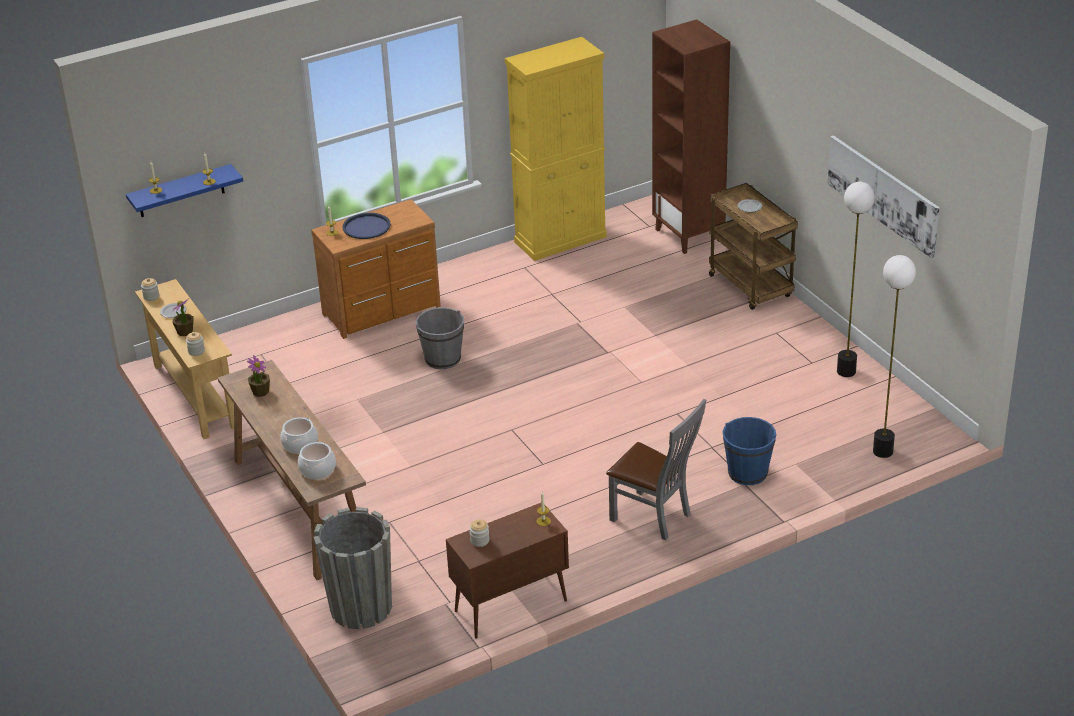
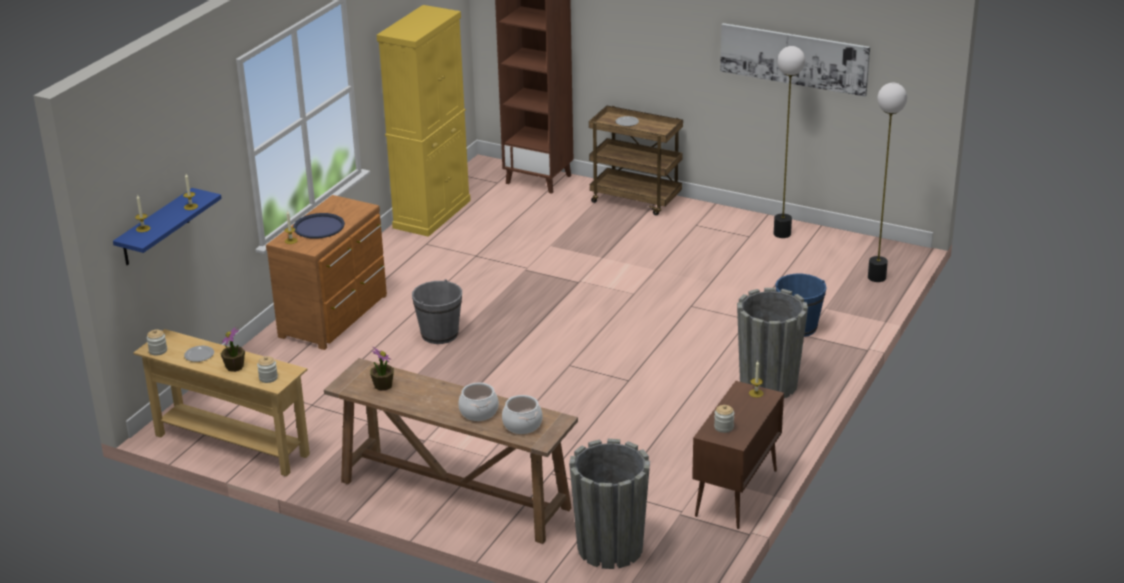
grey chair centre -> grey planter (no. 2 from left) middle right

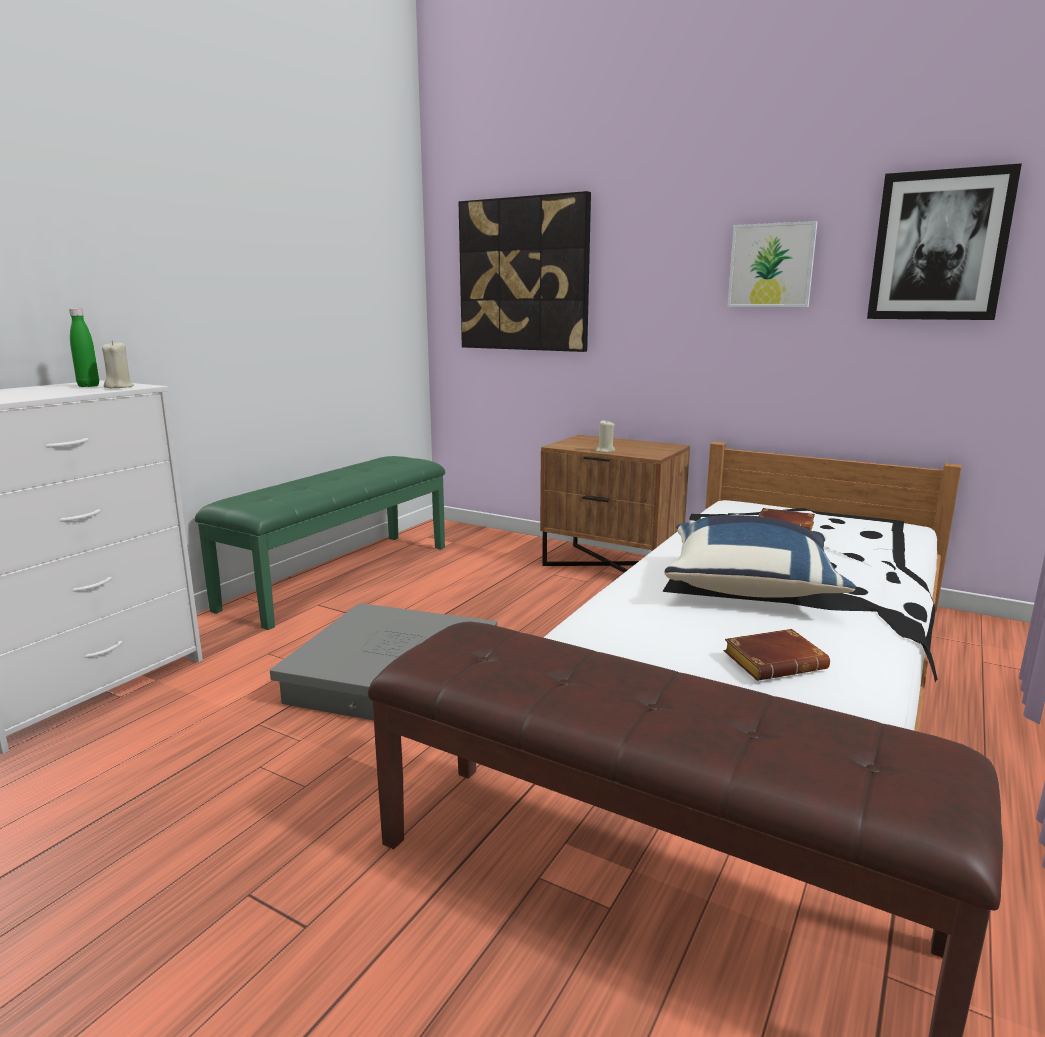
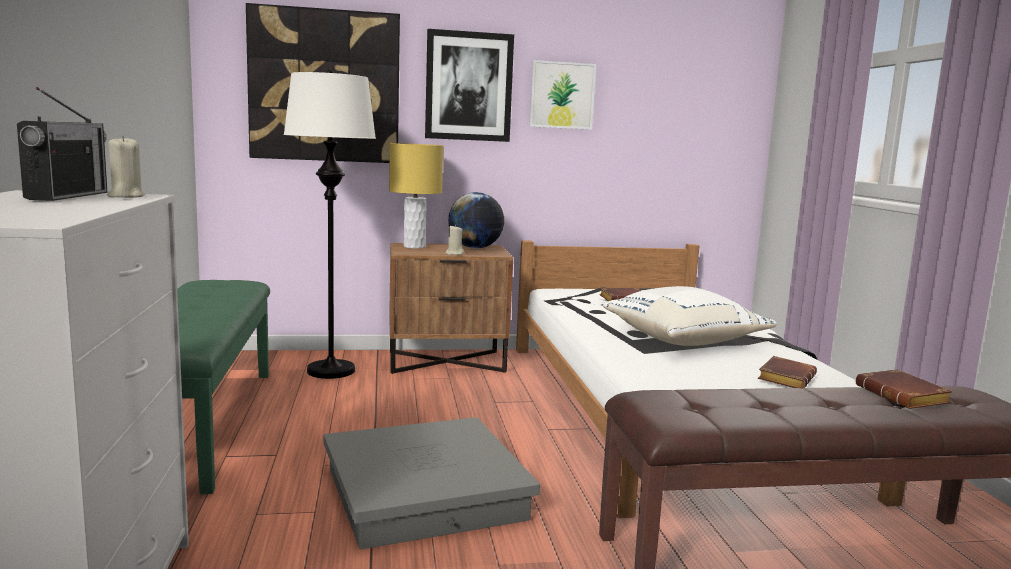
green bottle middle left -> radio top left
none -> white floor lamp middle left
none -> yellow table lamp centre
picture (no. 3 from left in the first image) top right -> picture (no. 2 from left) top centre, relocated
none -> globe centre
blue pillow middle right -> white pillow middle right
none -> brown book (no. 3 from left) bottom right

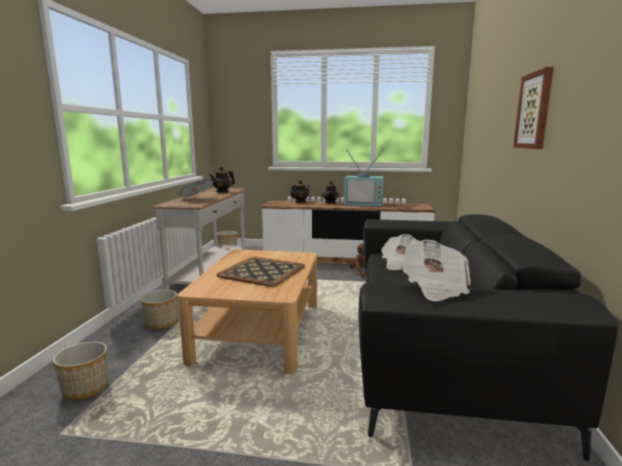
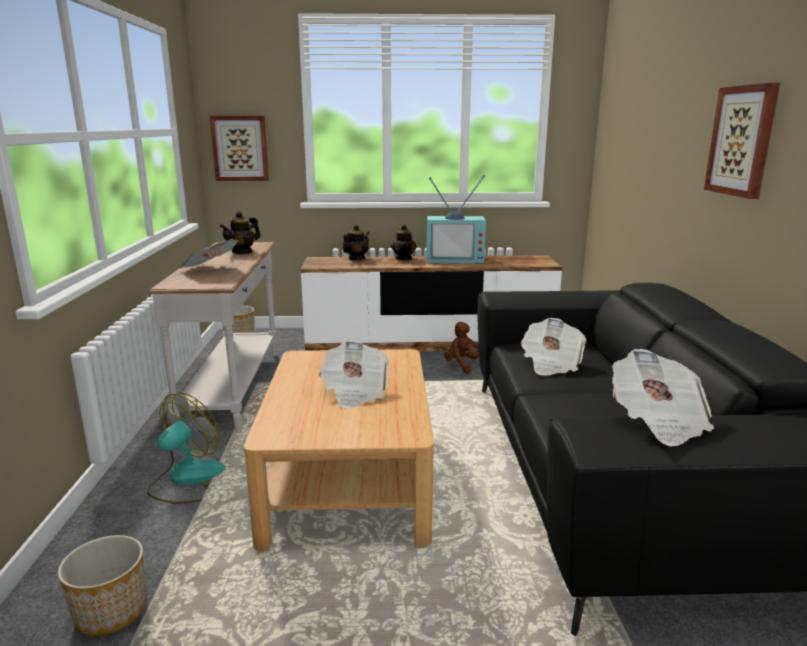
planter (no. 2 from left) middle left -> fan bottom left
none -> picture (no. 1 from left) top left
tray centre -> newspaper (no. 2 from left) centre

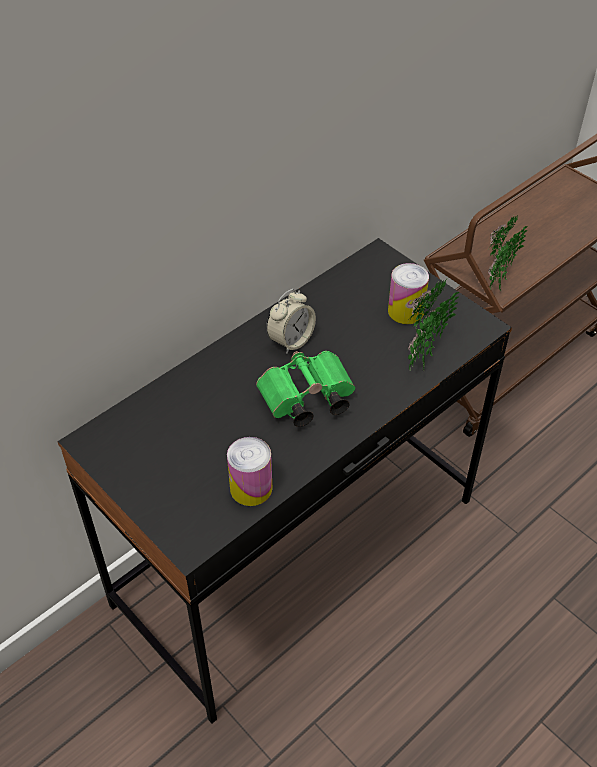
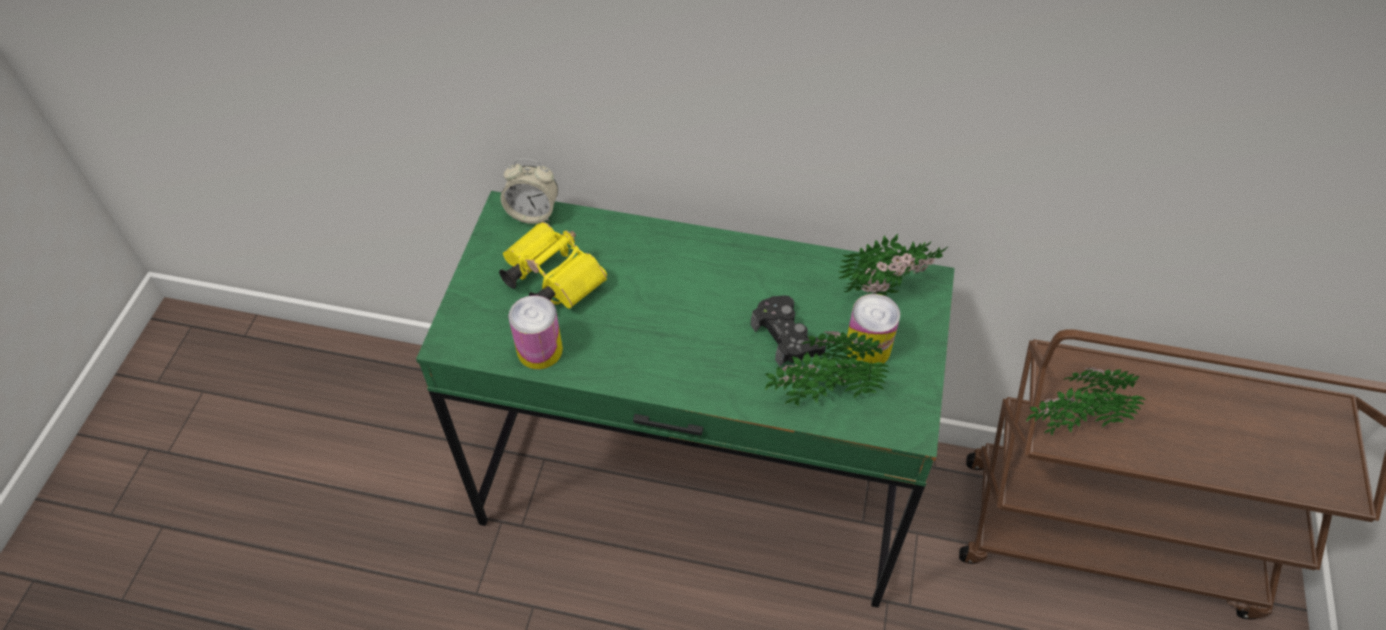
black desk centre -> green desk centre
none -> yellow binoculars centre
alarm clock centre -> alarm clock top centre, relocated
none -> black game controller centre
none -> potted plant (no. 2 from left) centre
green binoculars centre -> none

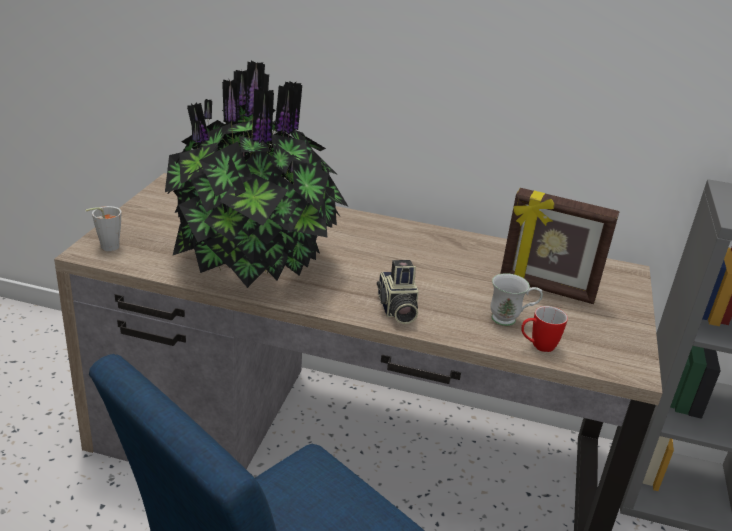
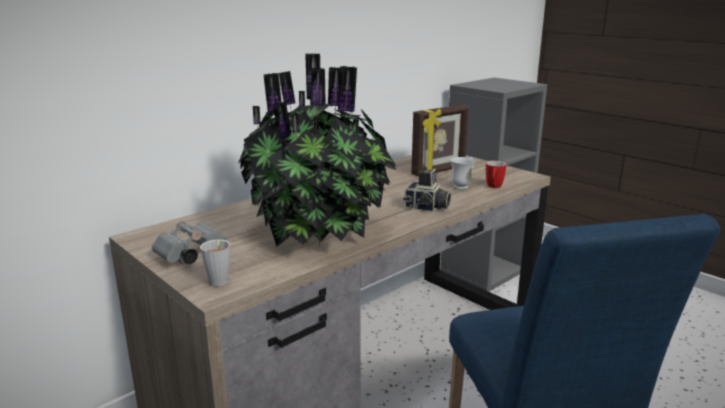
none -> grey binoculars middle left

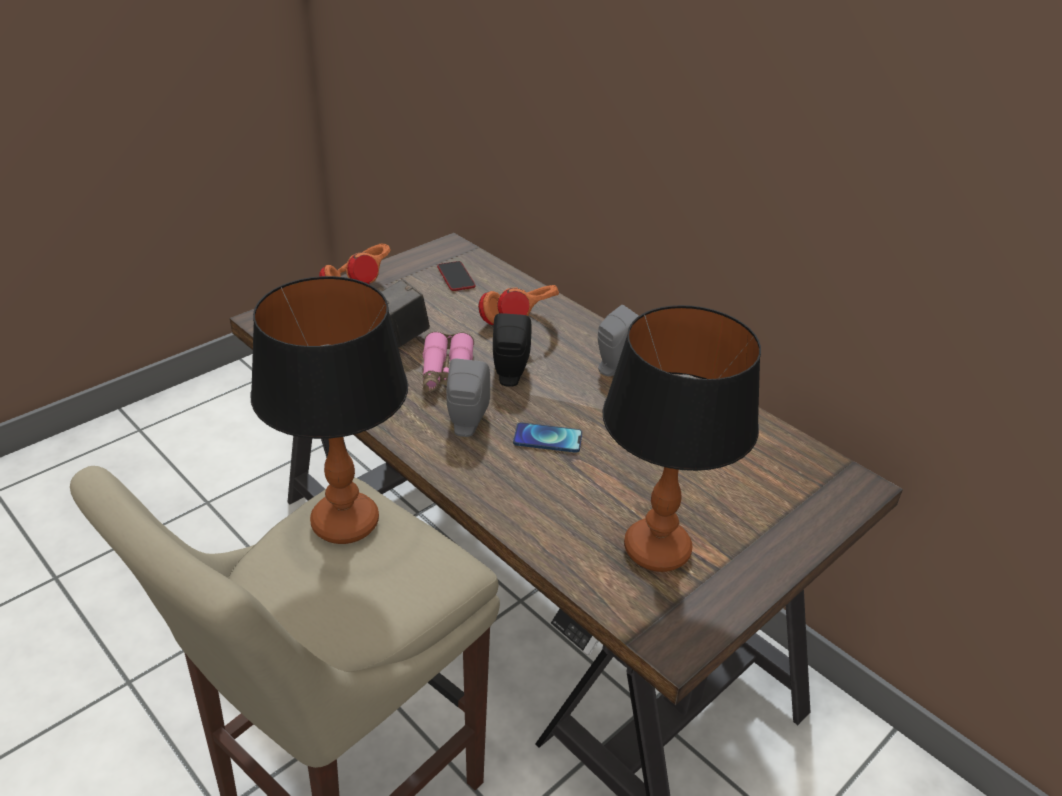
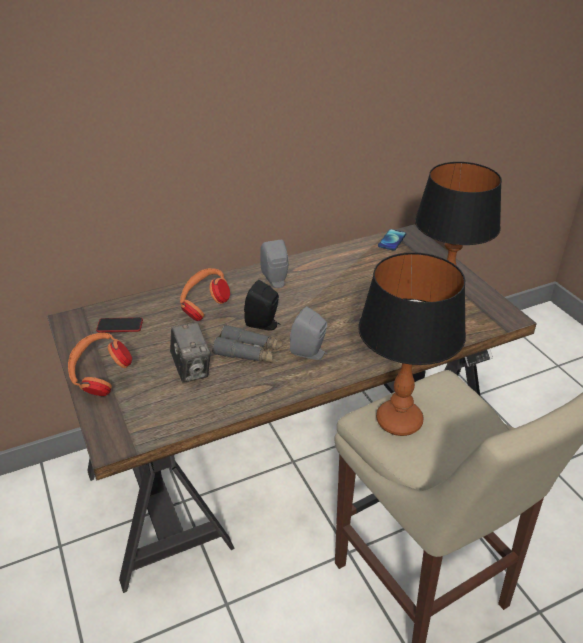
pink binoculars centre -> grey binoculars centre
phone (no. 2 from left) centre -> phone (no. 2 from left) middle right, relocated

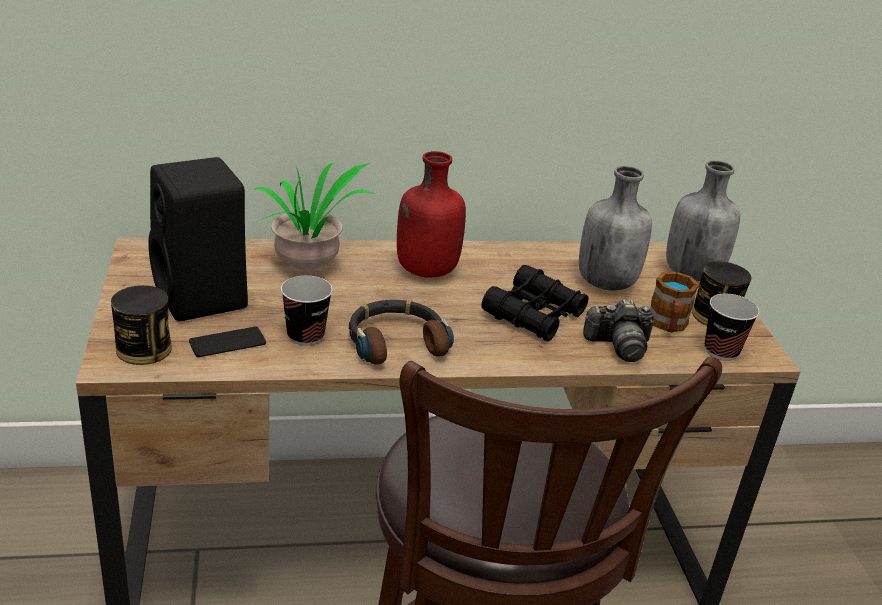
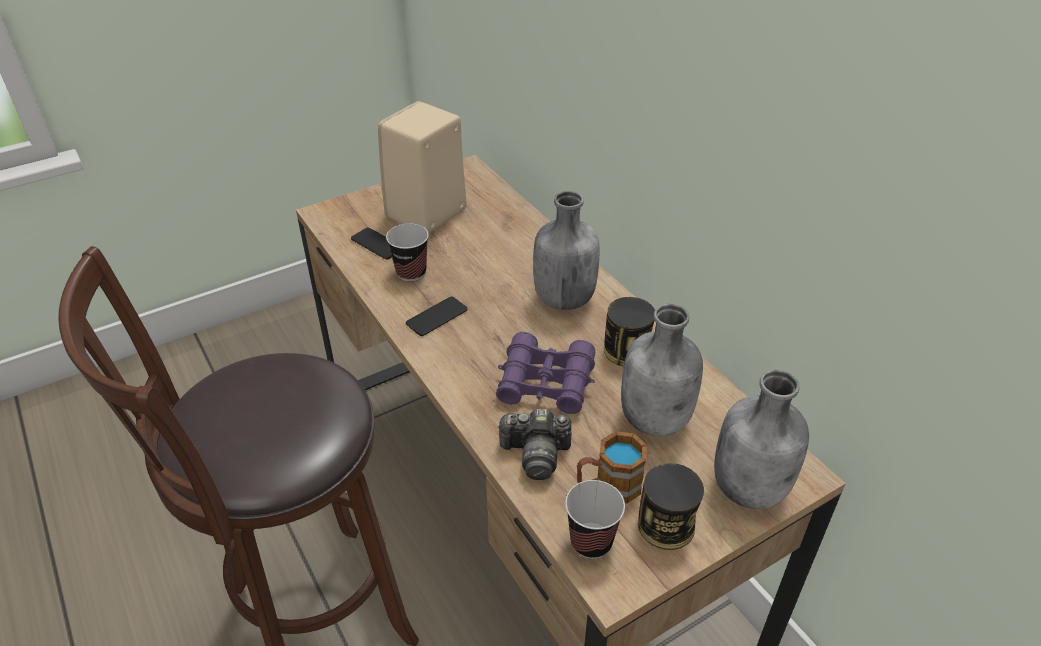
black speaker middle left -> beige speaker top centre
headphones centre -> phone (no. 2 from left) centre
black binoculars centre -> purple binoculars centre
photo camera middle right -> photo camera bottom centre, 60 degrees counterclockwise
red bottle centre -> grey bottle (no. 1 from left) centre
can (no. 1 from left) middle left -> can (no. 1 from left) centre, relocated
potted plant centre -> none

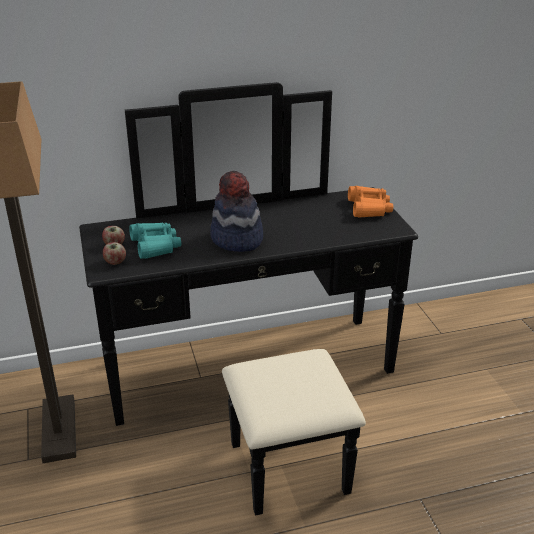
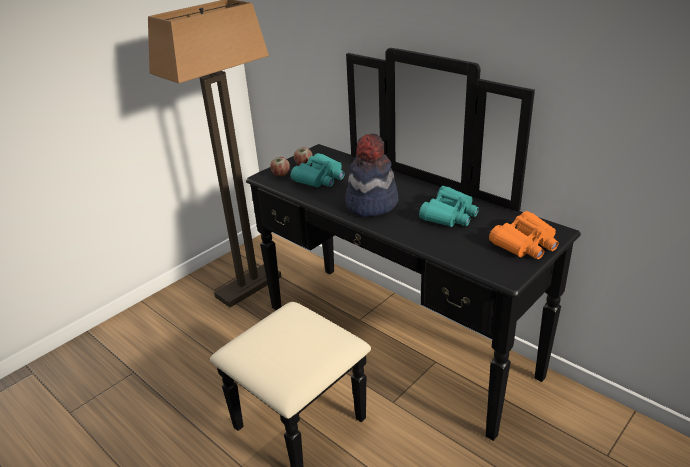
none -> turquoise binoculars (no. 2 from left) centre

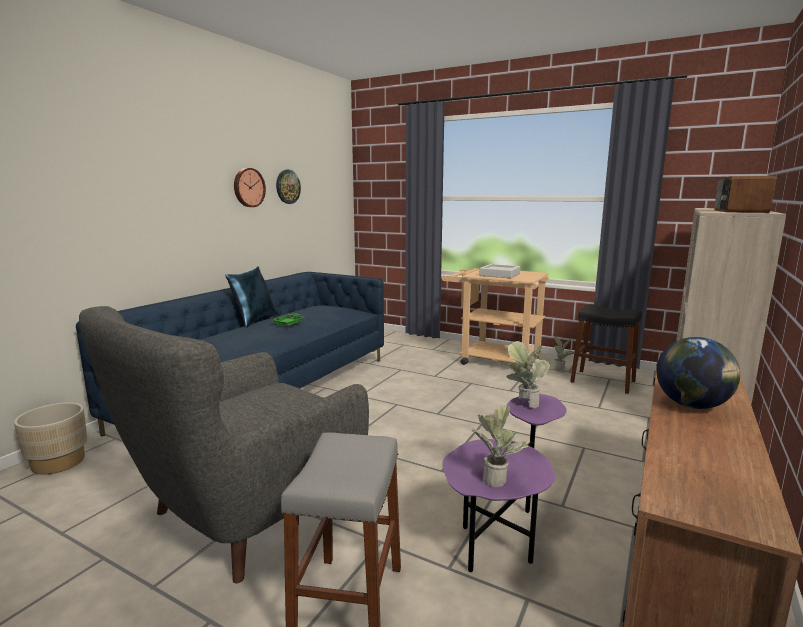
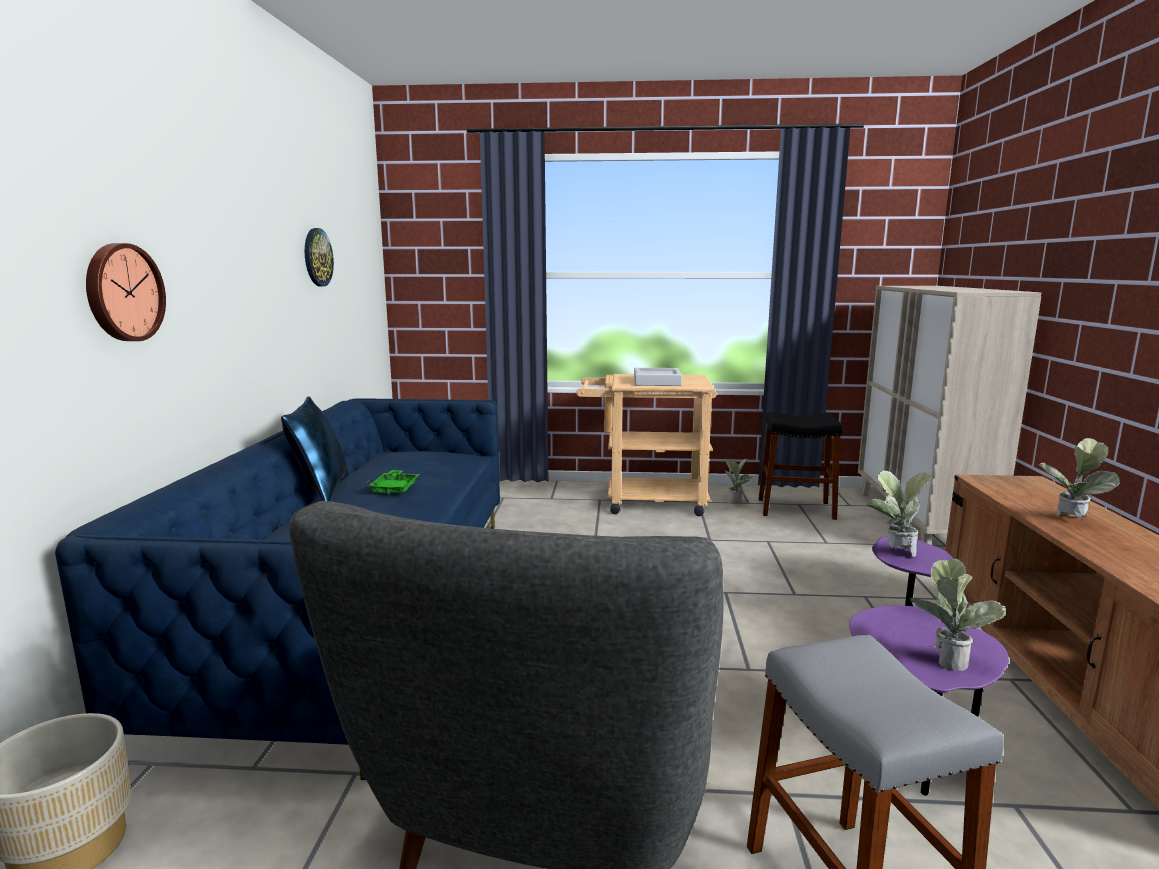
wall clock (no. 1 from left) top left -> wall clock (no. 1 from left) middle left, relocated
globe middle right -> potted plant (no. 4 from left) middle right
radio top right -> none

